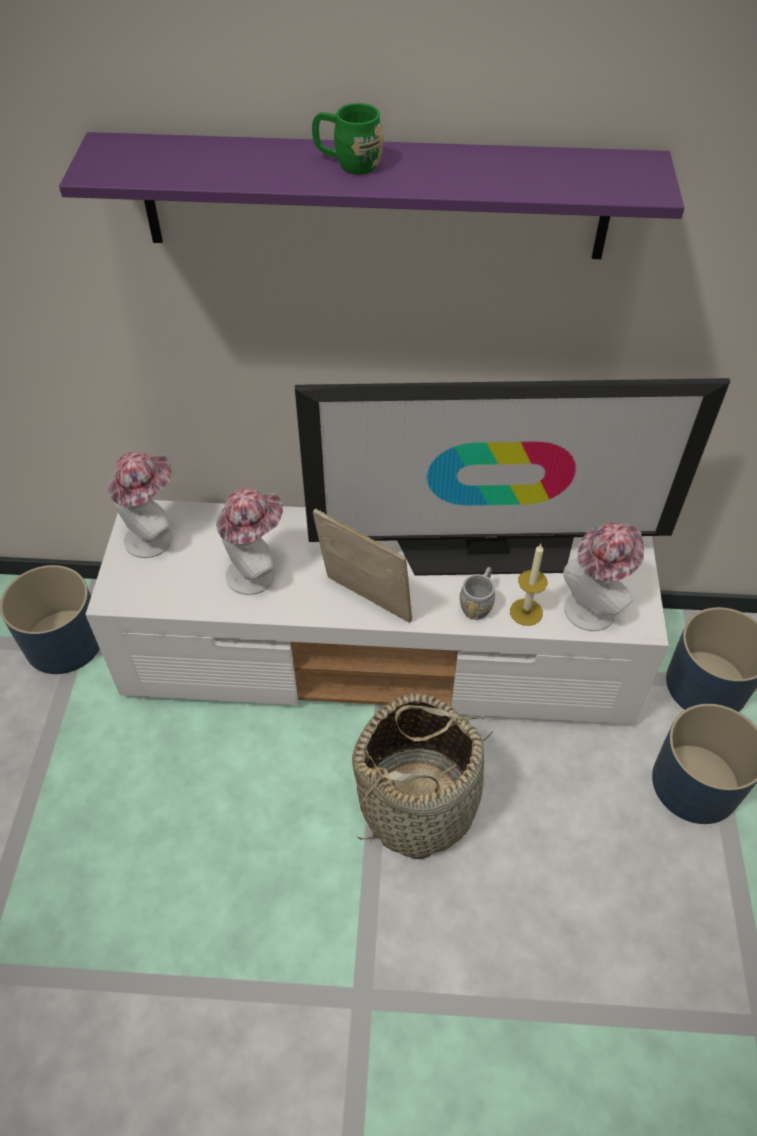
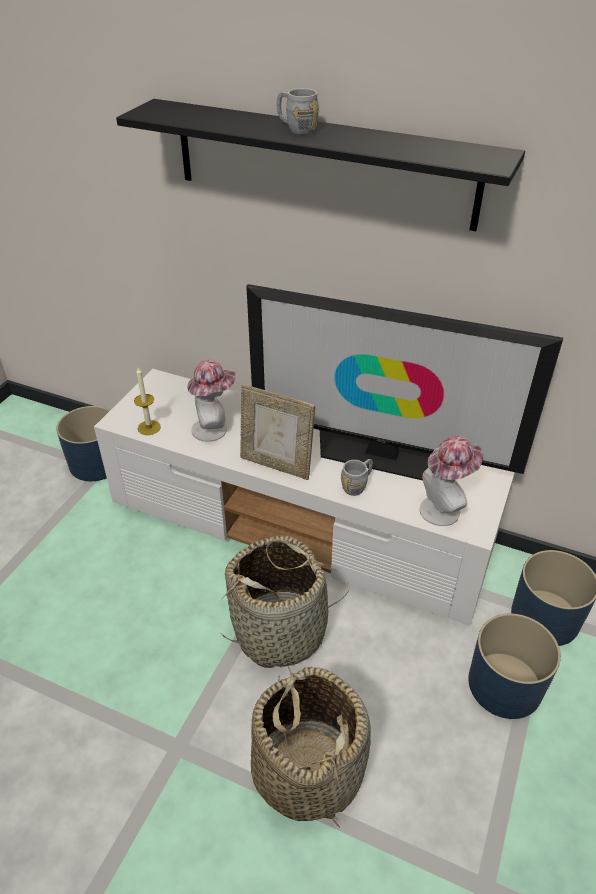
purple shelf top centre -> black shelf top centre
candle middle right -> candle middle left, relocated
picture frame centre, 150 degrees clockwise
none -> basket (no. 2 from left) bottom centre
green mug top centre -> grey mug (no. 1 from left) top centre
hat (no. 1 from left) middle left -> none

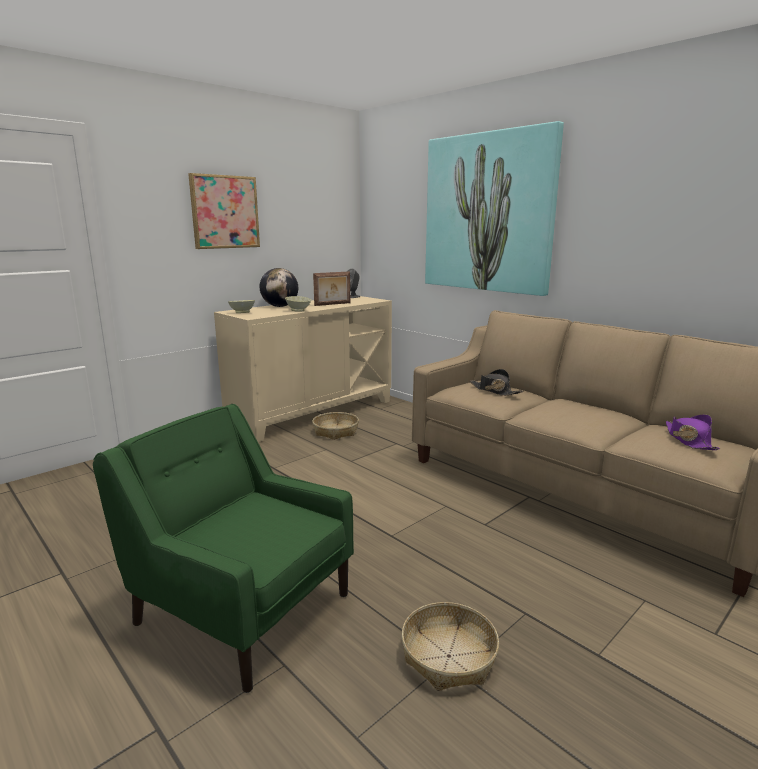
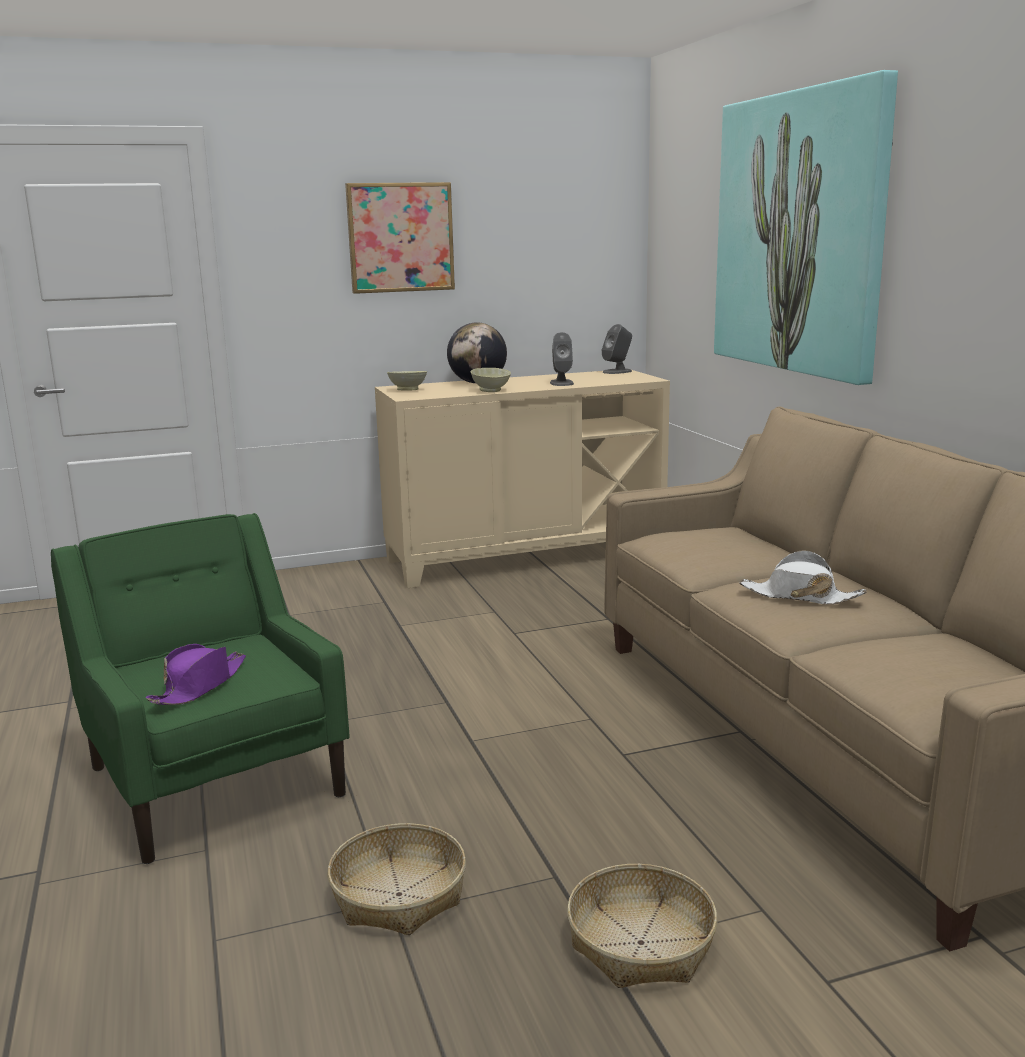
purple hat middle right -> purple hat middle left, relocated
picture frame centre -> grey speaker (no. 1 from left) centre
basket (no. 1 from left in the first image) centre -> basket (no. 2 from left) bottom centre, relocated
none -> white hat middle right
black hat centre -> none

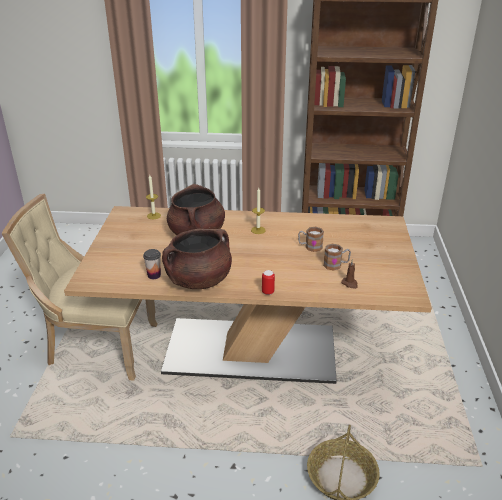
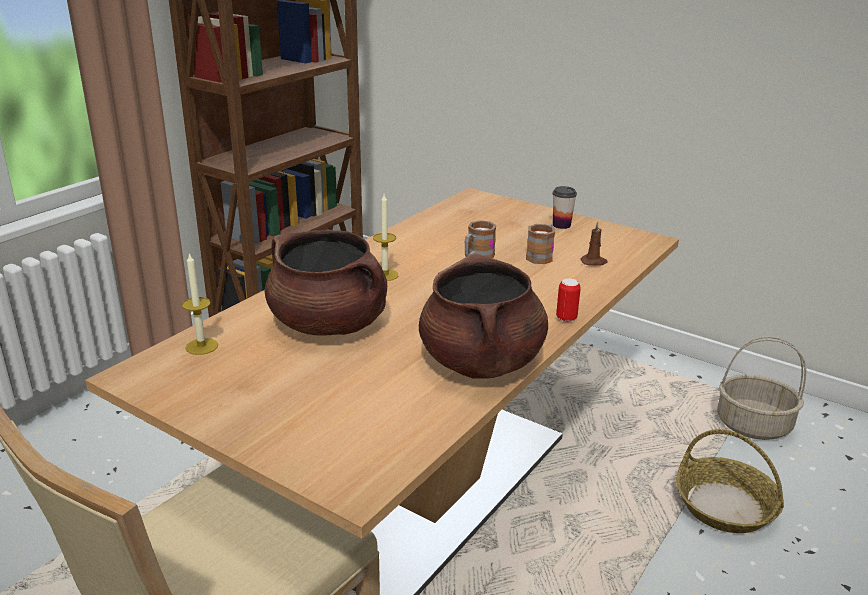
cup middle left -> cup centre, relocated
none -> basket (no. 2 from left) middle right

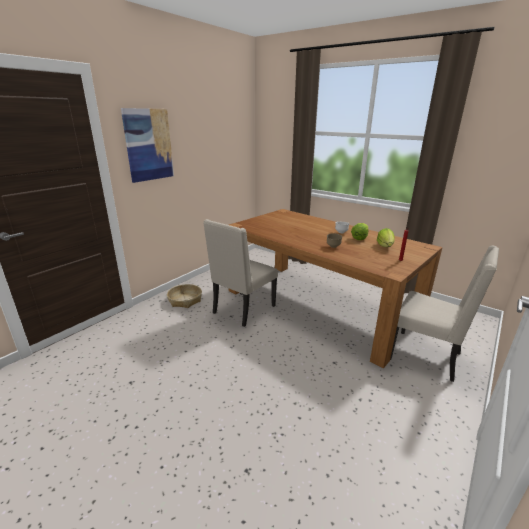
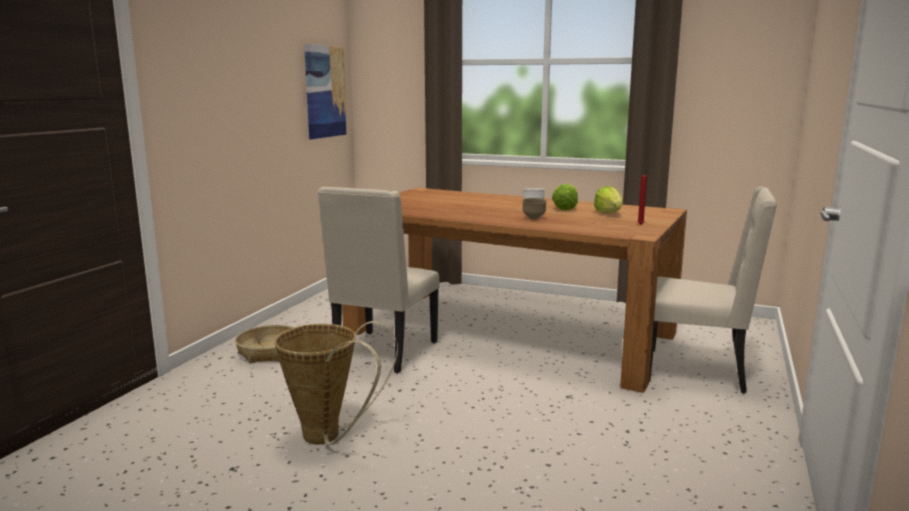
none -> basket (no. 2 from left) bottom centre
picture top left -> picture top centre, relocated

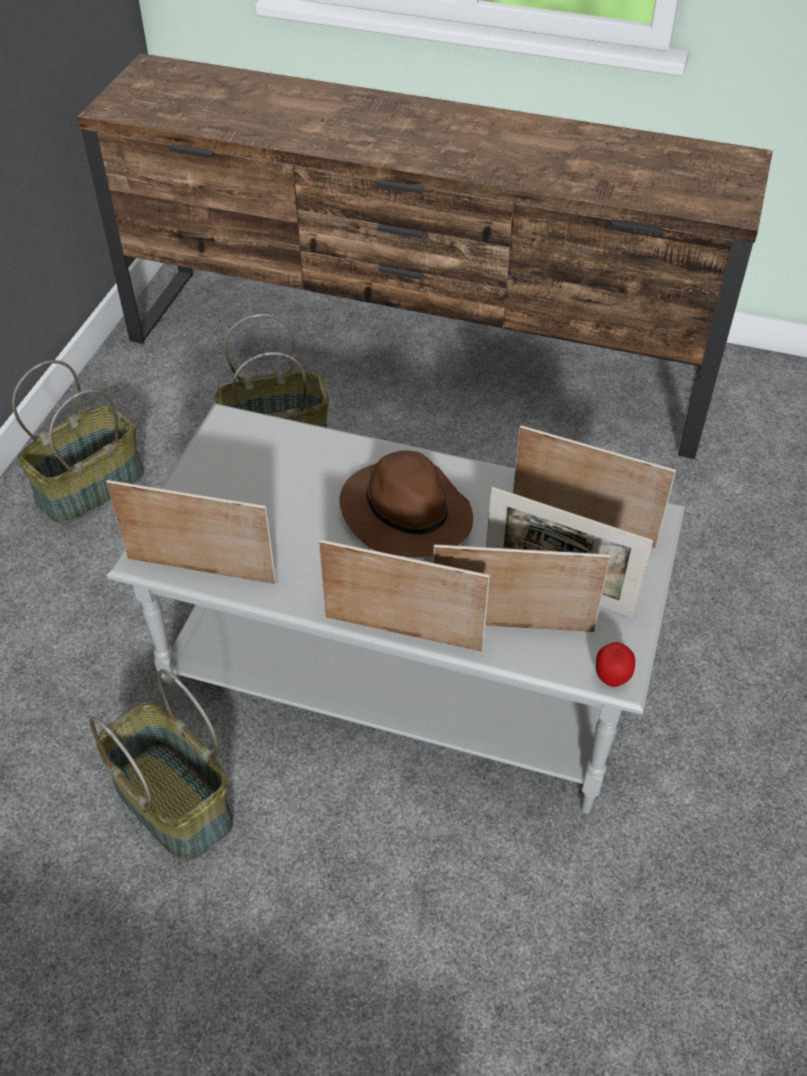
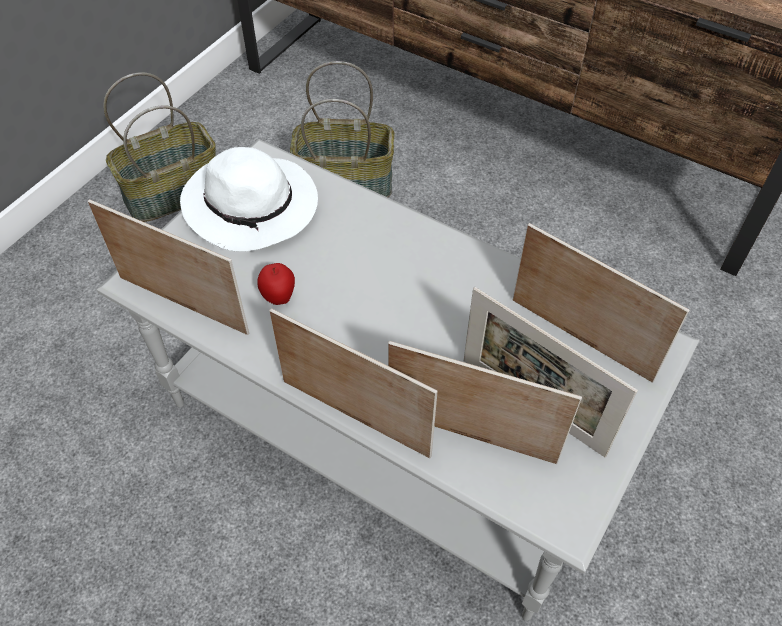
none -> white hat top left
apple middle right -> apple centre, relocated
basket (no. 2 from left) bottom left -> none
brown hat centre -> none

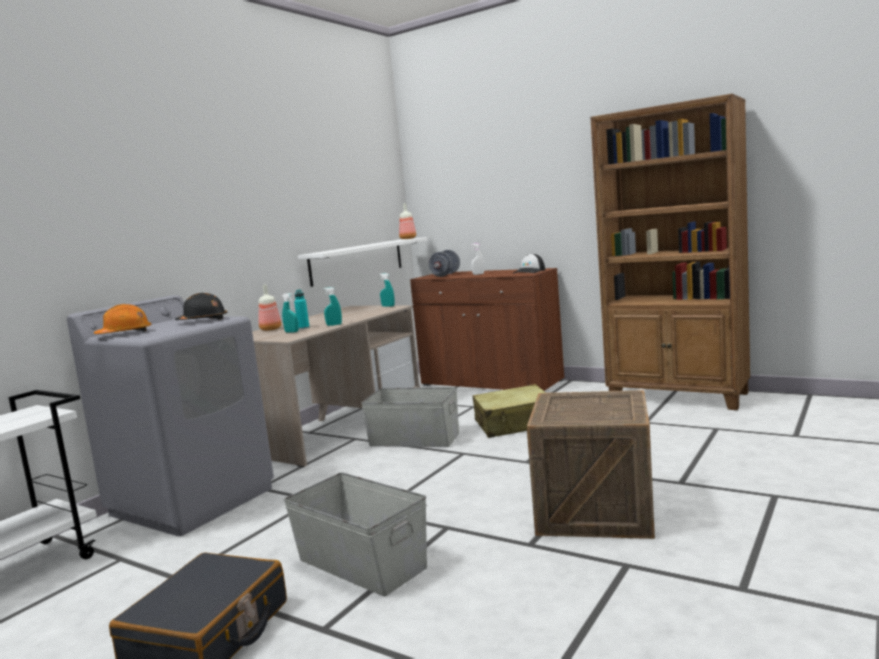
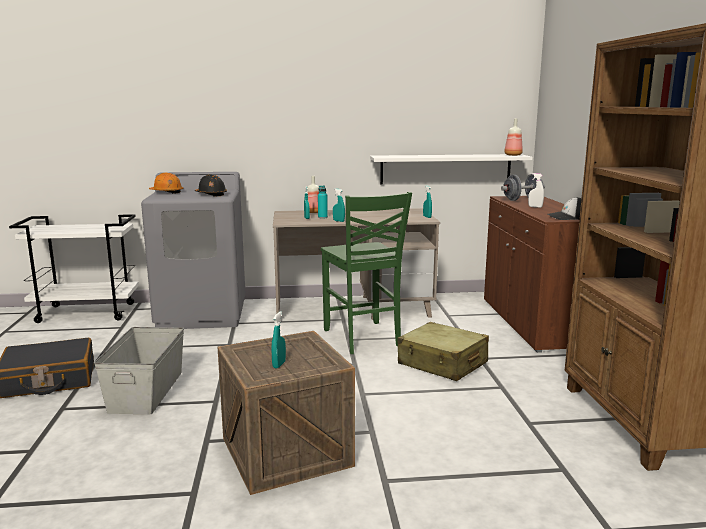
none -> turquoise spray bottle (no. 1 from left) centre
grey storage box (no. 2 from left) centre -> green chair centre

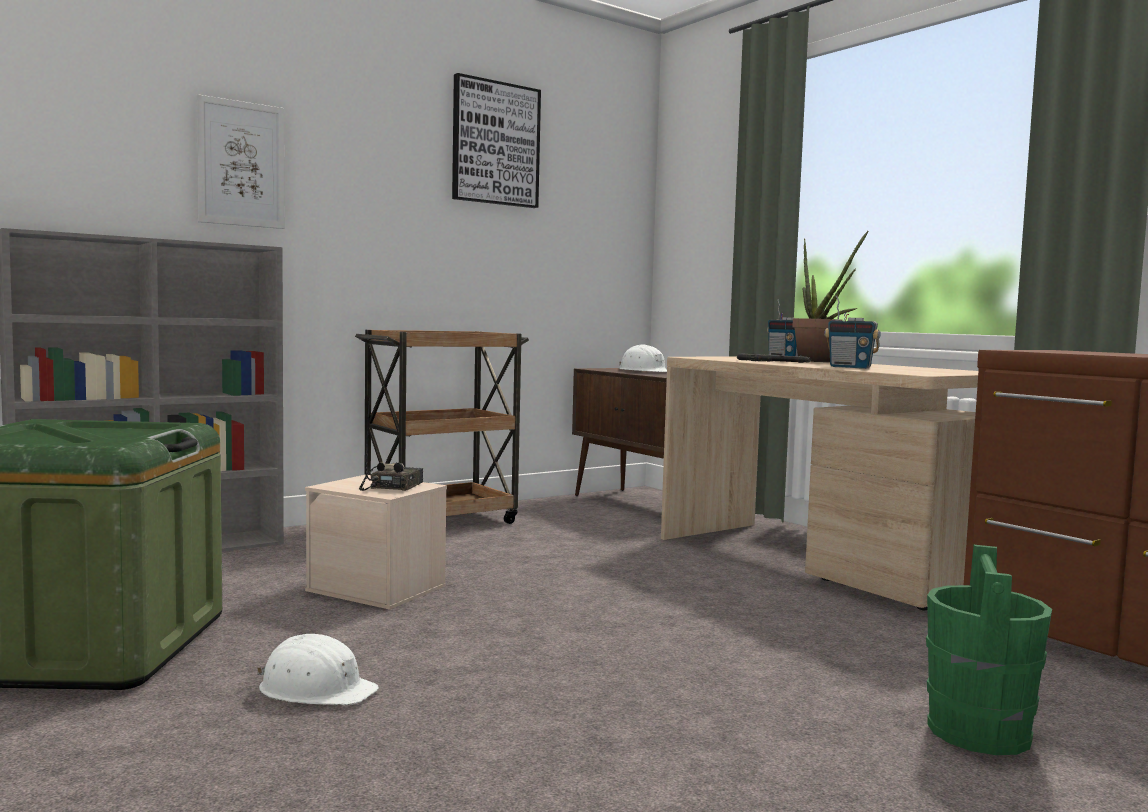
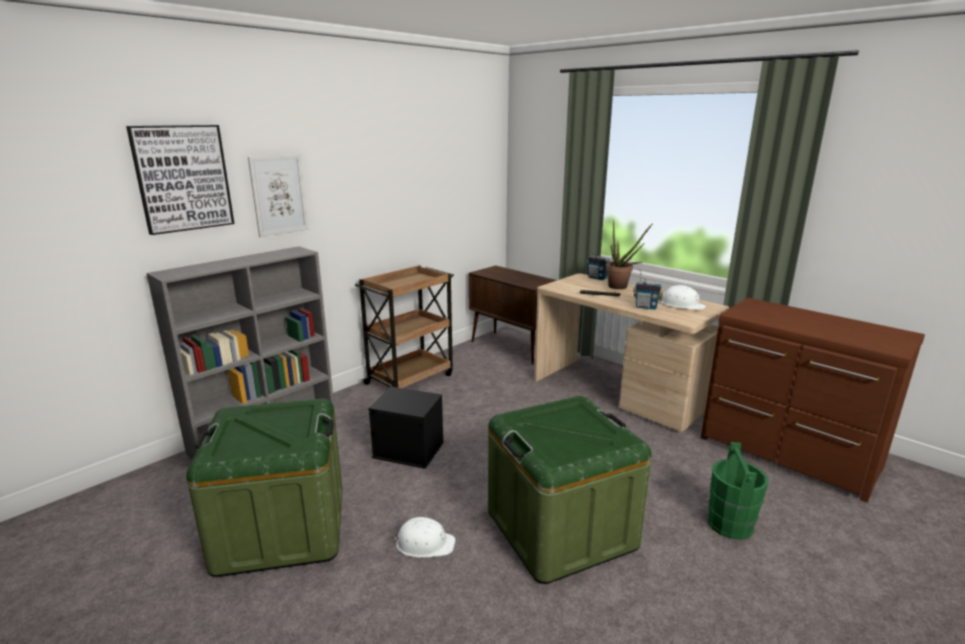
picture (no. 2 from left in the first image) top centre -> picture (no. 1 from left) top left, relocated
beige storage box bottom left -> black storage box centre
none -> green storage box (no. 2 from left) bottom centre
white hard hat (no. 2 from left) centre -> white hard hat (no. 2 from left) middle right, relocated
radio (no. 1 from left) centre -> none

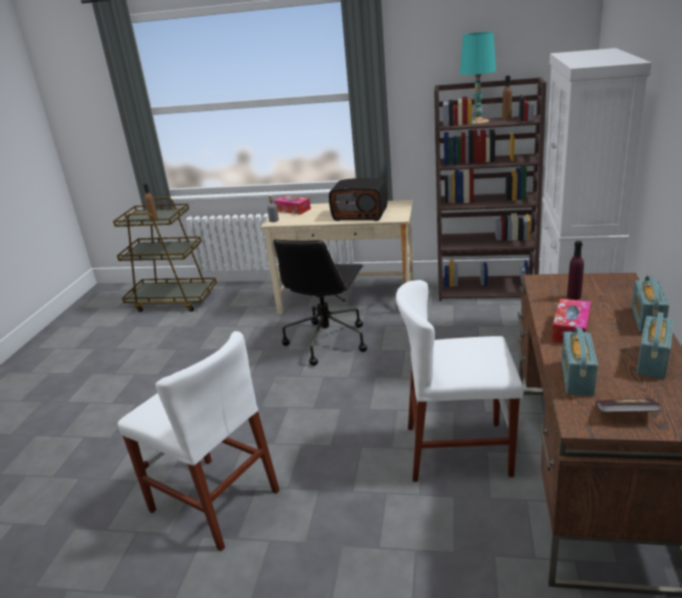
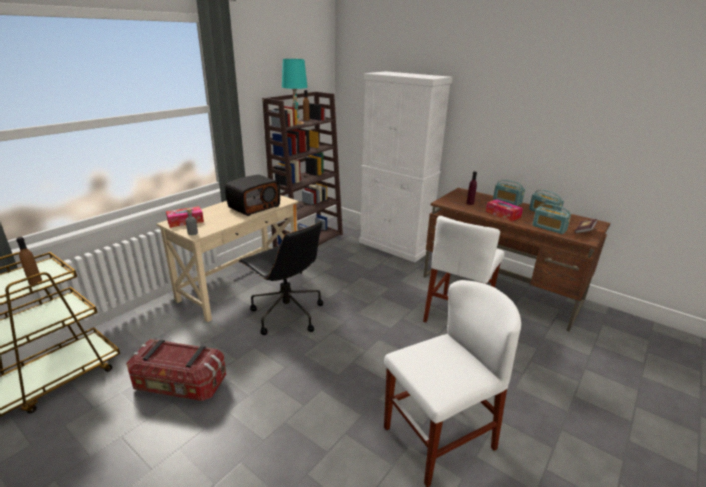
none -> storage box bottom left

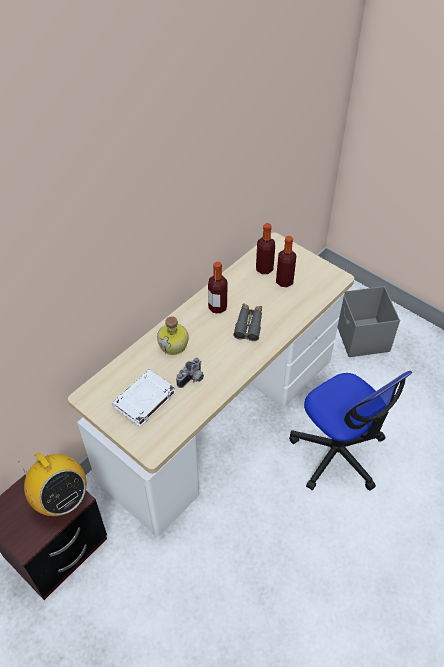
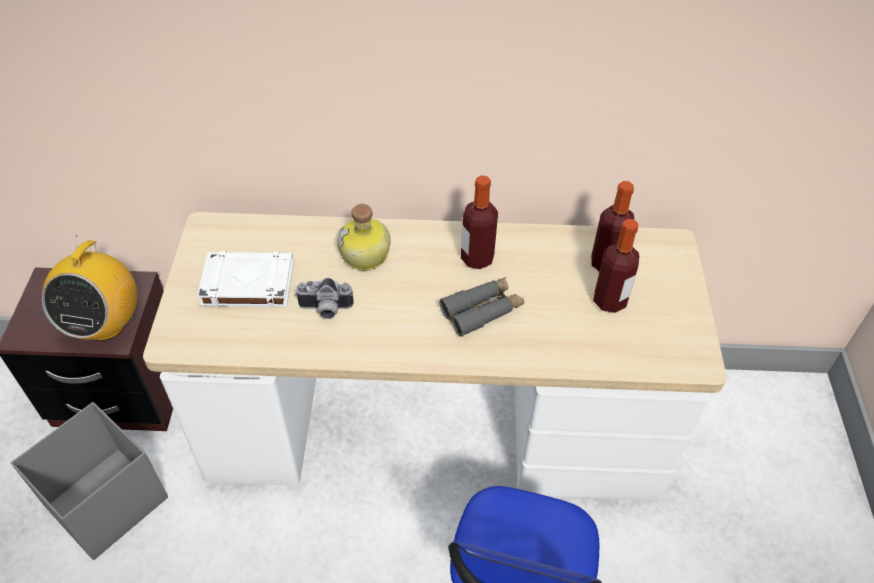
grey storage box middle right -> grey storage box bottom left, relocated

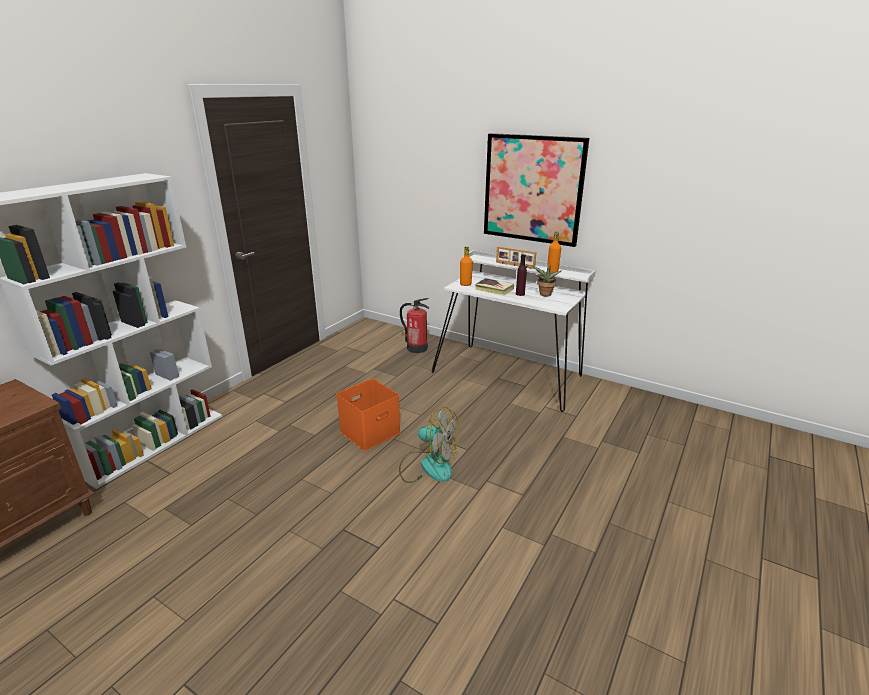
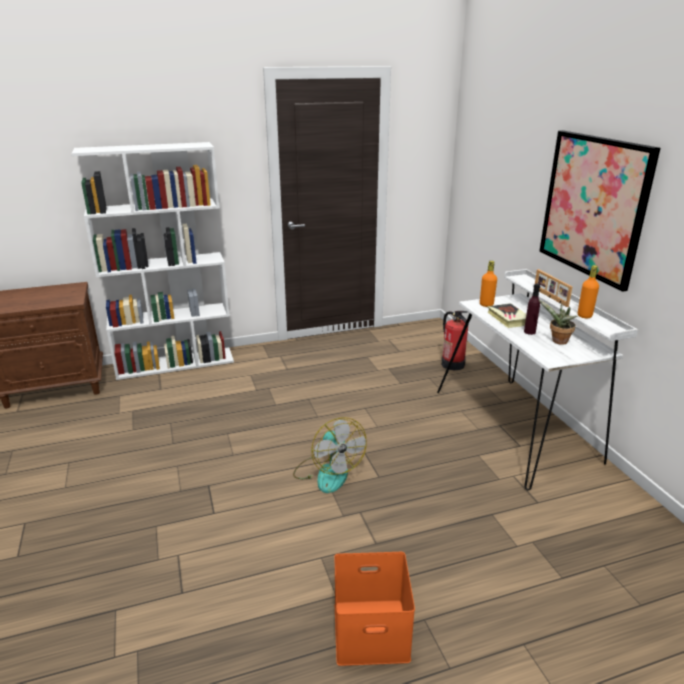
orange storage box centre -> orange storage box bottom centre, relocated

